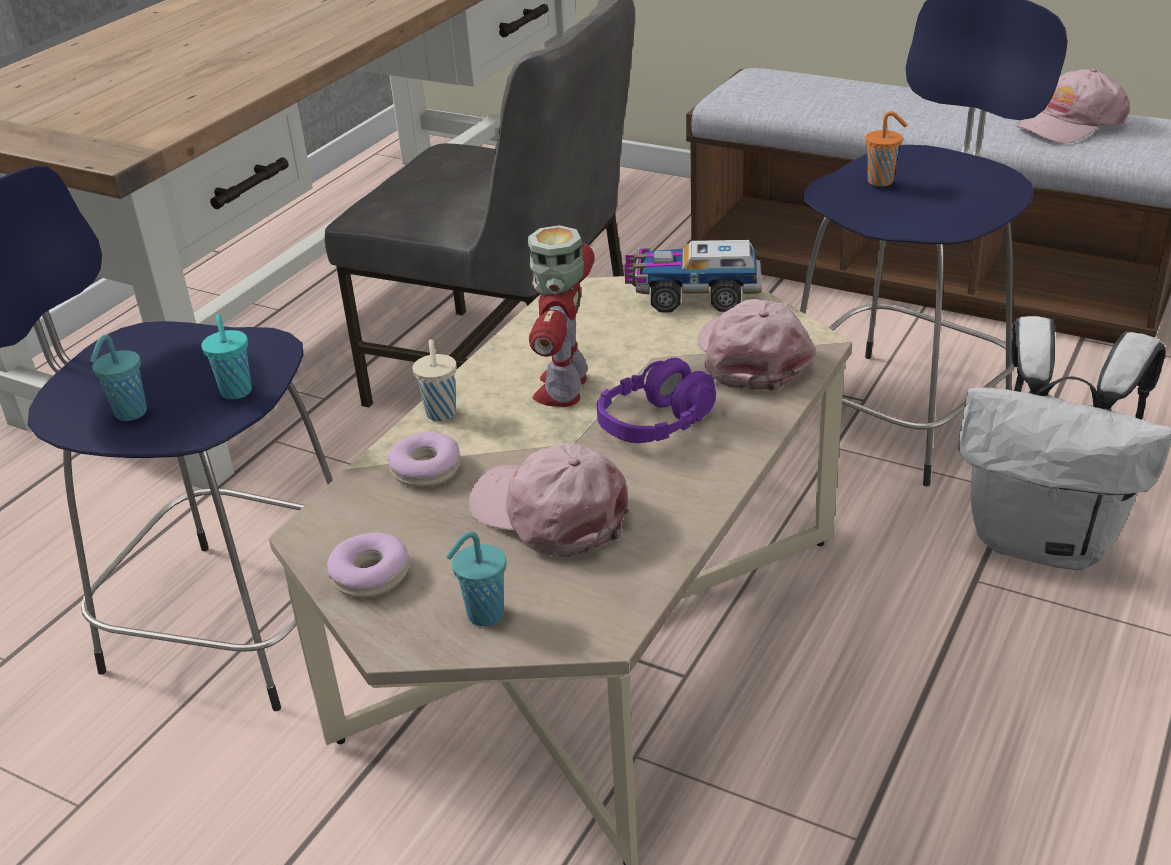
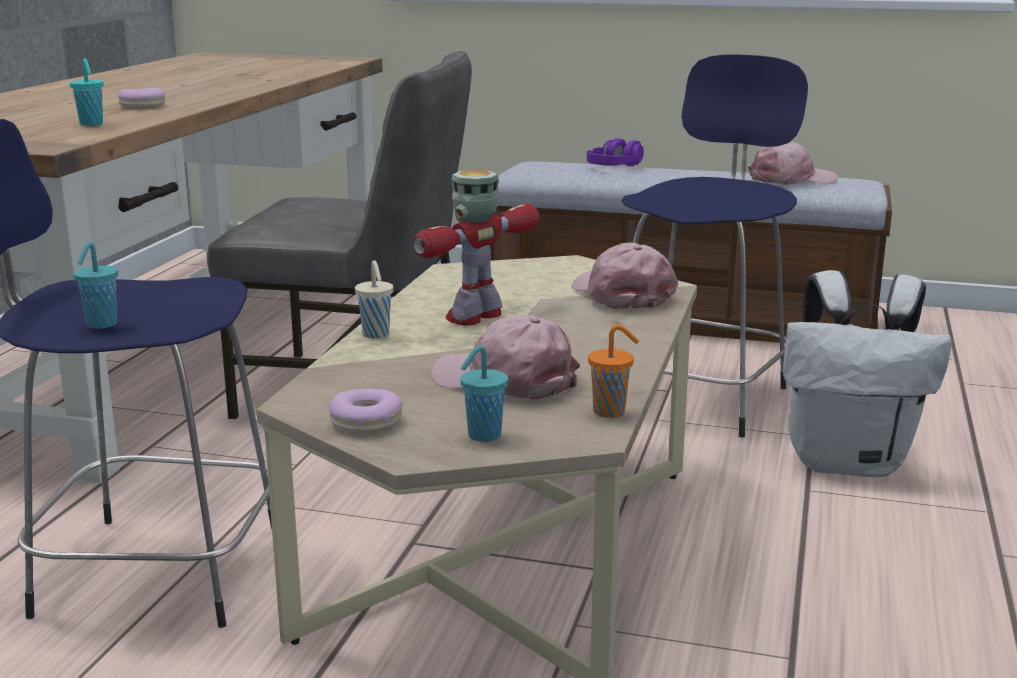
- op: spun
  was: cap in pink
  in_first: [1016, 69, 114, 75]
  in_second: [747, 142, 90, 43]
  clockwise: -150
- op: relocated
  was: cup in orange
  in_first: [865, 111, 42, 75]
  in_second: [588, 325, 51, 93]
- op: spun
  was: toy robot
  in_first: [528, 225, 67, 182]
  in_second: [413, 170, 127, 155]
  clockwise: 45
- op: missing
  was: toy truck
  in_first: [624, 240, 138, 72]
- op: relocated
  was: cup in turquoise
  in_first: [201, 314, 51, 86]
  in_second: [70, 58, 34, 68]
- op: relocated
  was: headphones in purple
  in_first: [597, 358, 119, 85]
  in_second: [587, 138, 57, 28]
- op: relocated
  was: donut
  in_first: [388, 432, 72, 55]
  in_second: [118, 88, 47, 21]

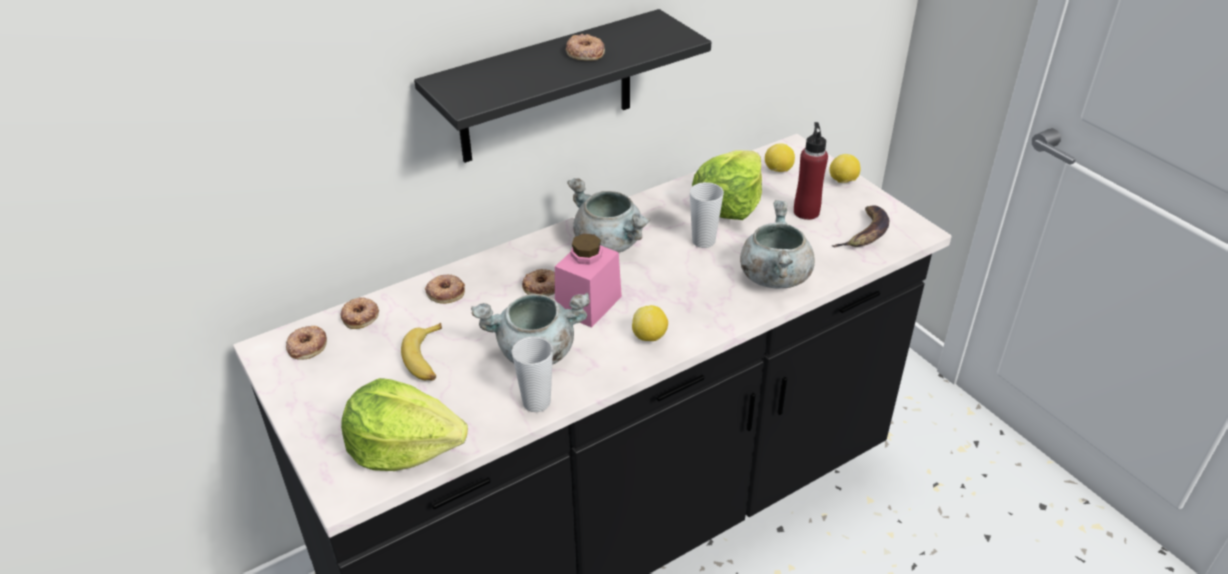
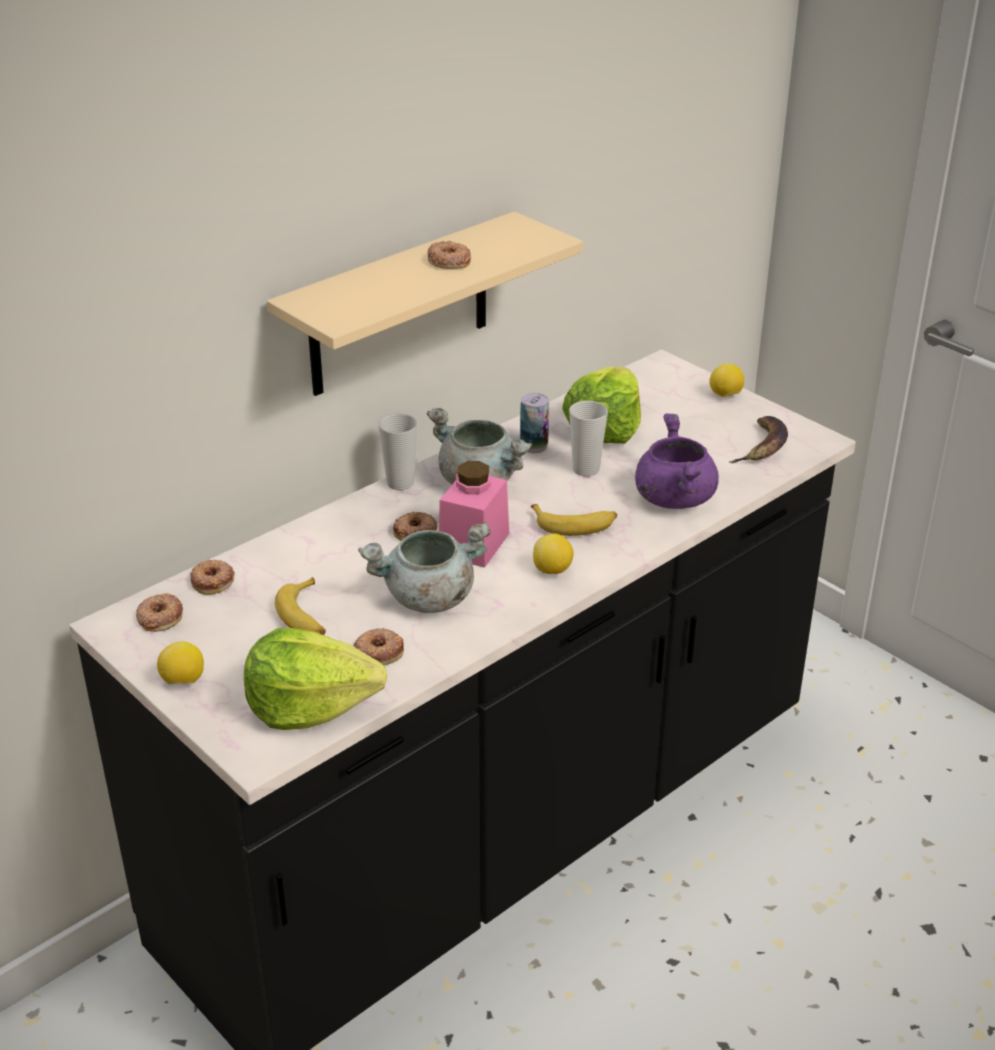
- op: colour
  was: shelf in black
  now: shelf in beige
  in_first: [414, 9, 297, 154]
  in_second: [267, 212, 316, 184]
- op: missing
  was: bottle in red
  in_first: [794, 122, 34, 98]
- op: relocated
  was: lemon
  in_first: [765, 143, 30, 29]
  in_second: [157, 641, 47, 44]
- op: colour
  was: cooking pot in grey
  now: cooking pot in purple
  in_first: [740, 200, 75, 89]
  in_second: [635, 413, 84, 96]
- op: relocated
  was: donut
  in_first: [425, 274, 40, 30]
  in_second: [353, 628, 51, 37]
- op: relocated
  was: cup
  in_first: [511, 336, 42, 76]
  in_second: [378, 413, 39, 77]
- op: appeared
  now: can
  in_second: [520, 393, 29, 60]
- op: appeared
  now: banana
  in_second: [531, 504, 86, 32]

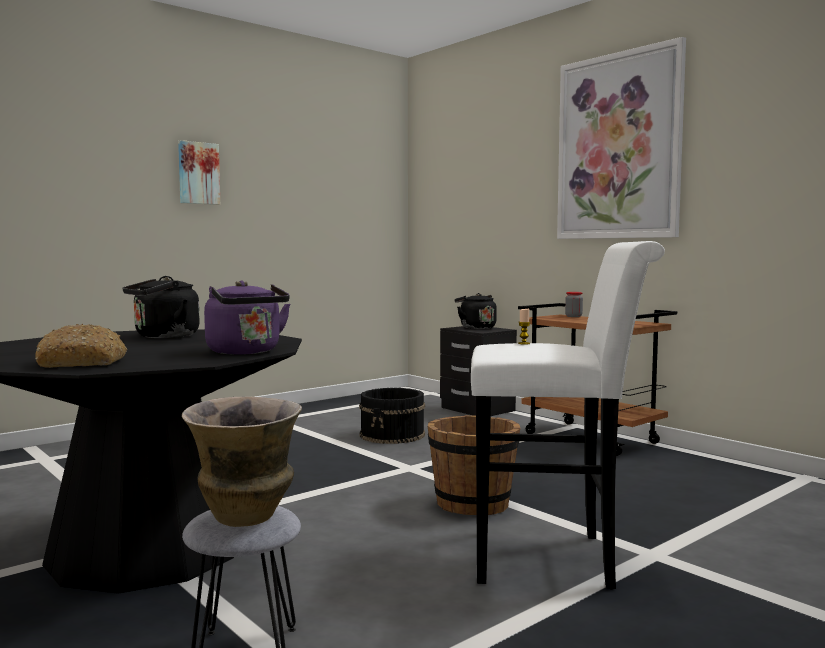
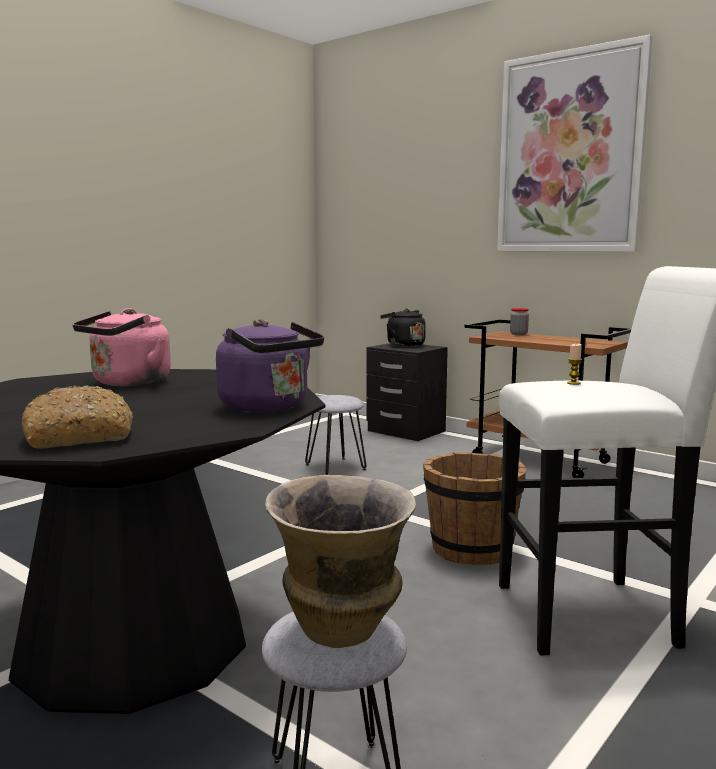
- op: missing
  was: picture
  in_first: [178, 140, 42, 65]
- op: colour
  was: kettle in black
  now: kettle in pink
  in_first: [122, 276, 78, 62]
  in_second: [73, 308, 98, 79]
- op: exchanged
  was: bucket in black
  now: stool in grey
  in_first: [359, 388, 66, 56]
  in_second: [305, 395, 62, 80]

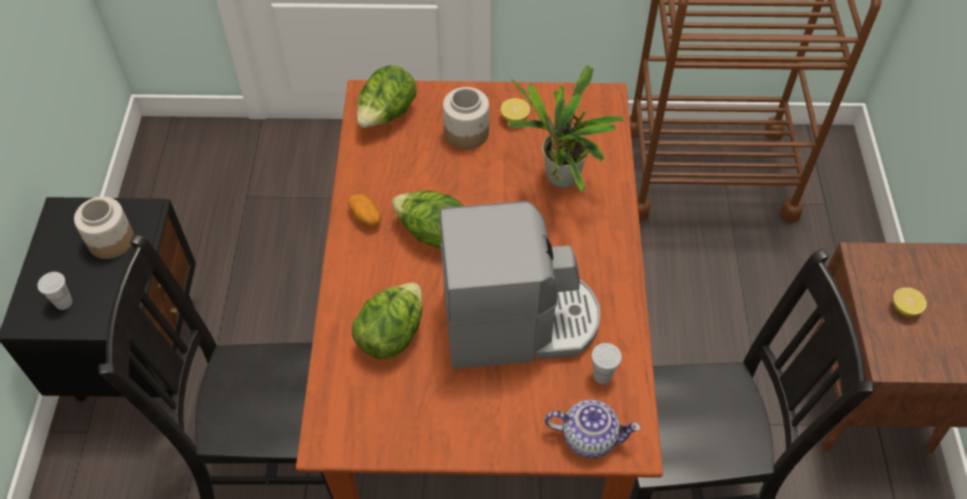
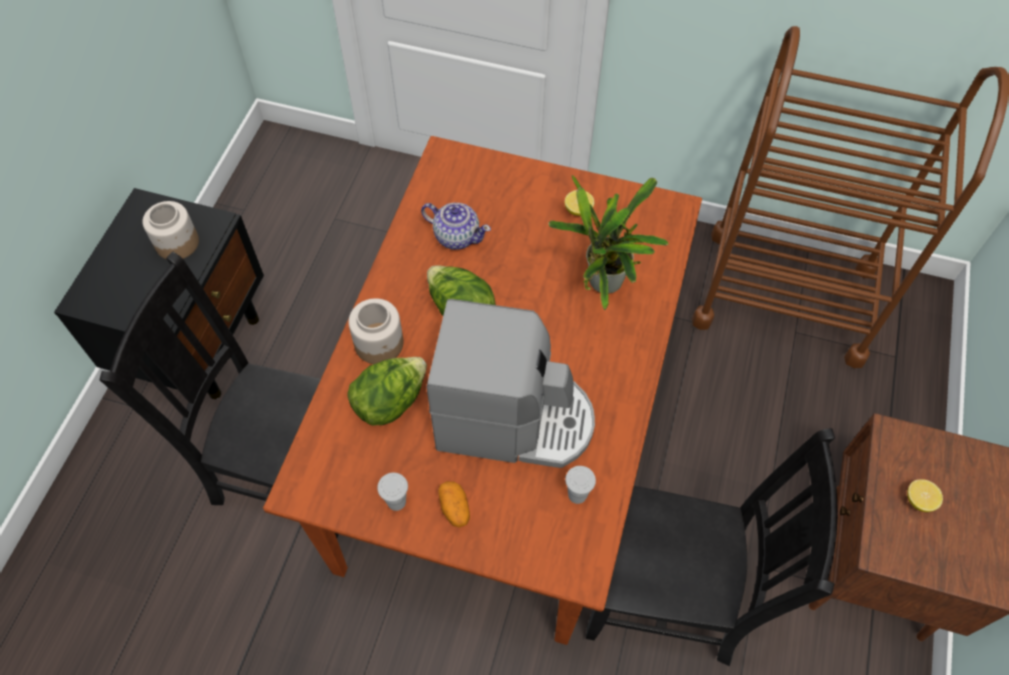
- op: missing
  was: lettuce
  in_first: [357, 65, 60, 63]
- op: relocated
  was: jar
  in_first: [443, 87, 46, 62]
  in_second: [348, 298, 56, 66]
- op: relocated
  was: potato
  in_first: [348, 194, 33, 34]
  in_second: [438, 481, 32, 47]
- op: relocated
  was: cup in white
  in_first: [37, 272, 35, 38]
  in_second: [377, 473, 31, 38]
- op: relocated
  was: teapot
  in_first: [545, 400, 96, 58]
  in_second: [421, 203, 70, 47]

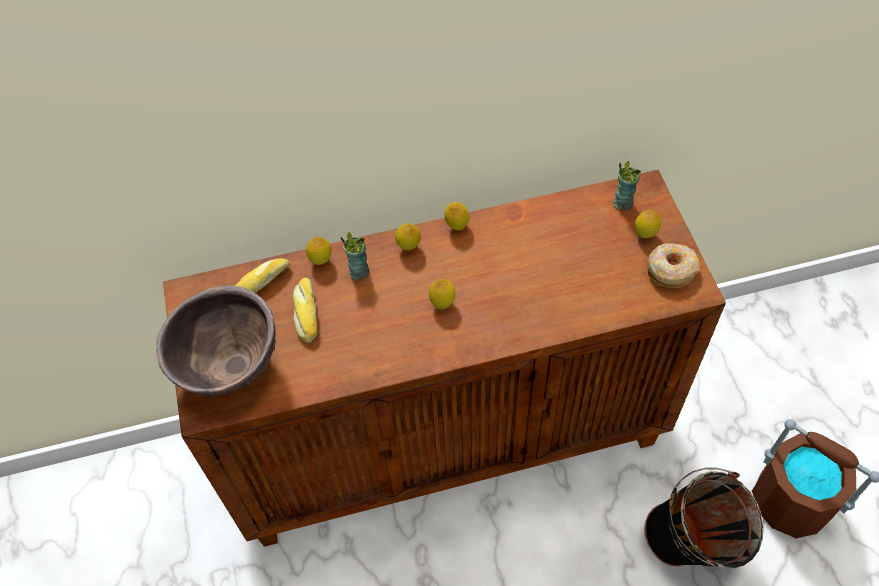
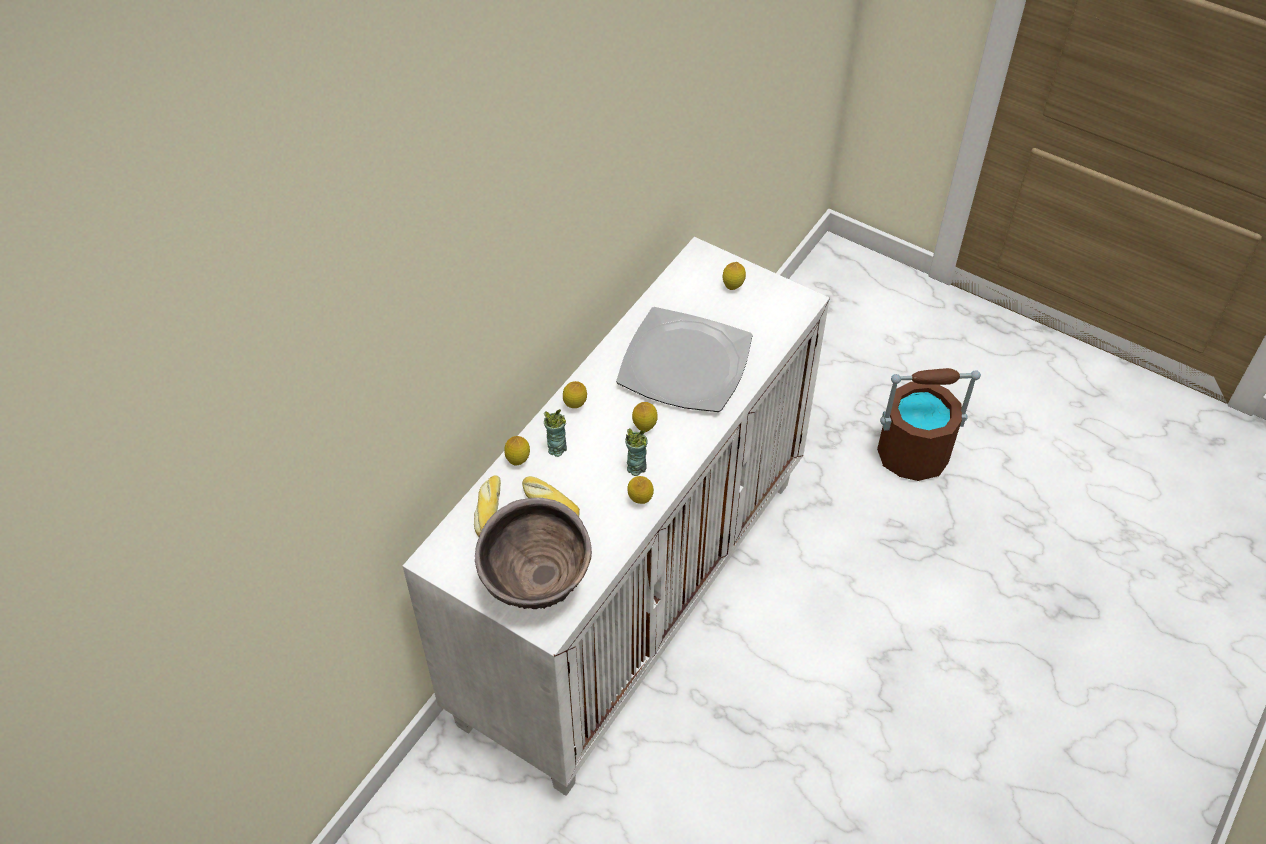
- op: relocated
  was: cup
  in_first: [613, 161, 28, 49]
  in_second: [625, 428, 23, 48]
- op: colour
  was: cabinet in brown
  now: cabinet in white
  in_first: [163, 170, 563, 377]
  in_second: [403, 237, 427, 559]
- op: relocated
  was: lemon
  in_first: [444, 202, 25, 29]
  in_second: [627, 476, 27, 28]
- op: missing
  was: donut
  in_first: [647, 243, 53, 45]
- op: missing
  was: bucket in black
  in_first: [644, 468, 120, 100]
- op: appeared
  now: plate
  in_second: [616, 307, 136, 105]

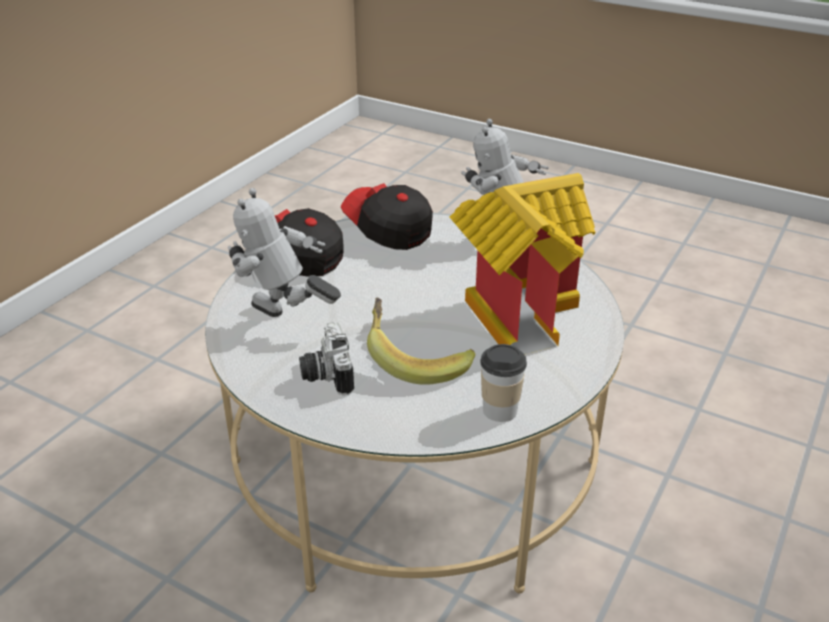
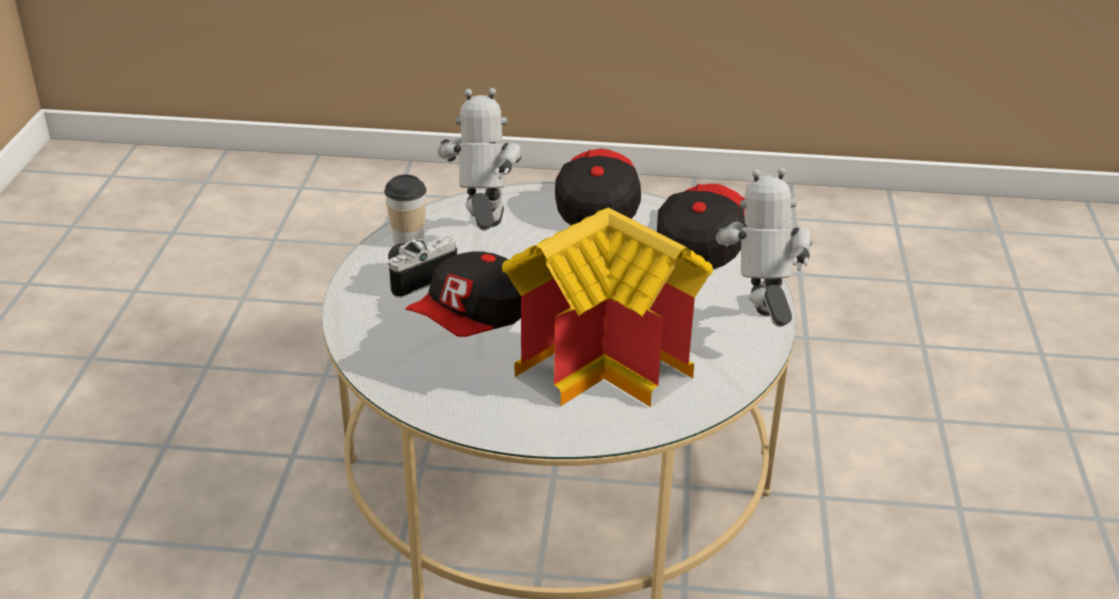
- op: exchanged
  was: banana
  now: cap
  in_first: [367, 298, 108, 87]
  in_second: [406, 251, 115, 86]
- op: relocated
  was: cup
  in_first: [480, 344, 47, 78]
  in_second: [384, 175, 43, 70]

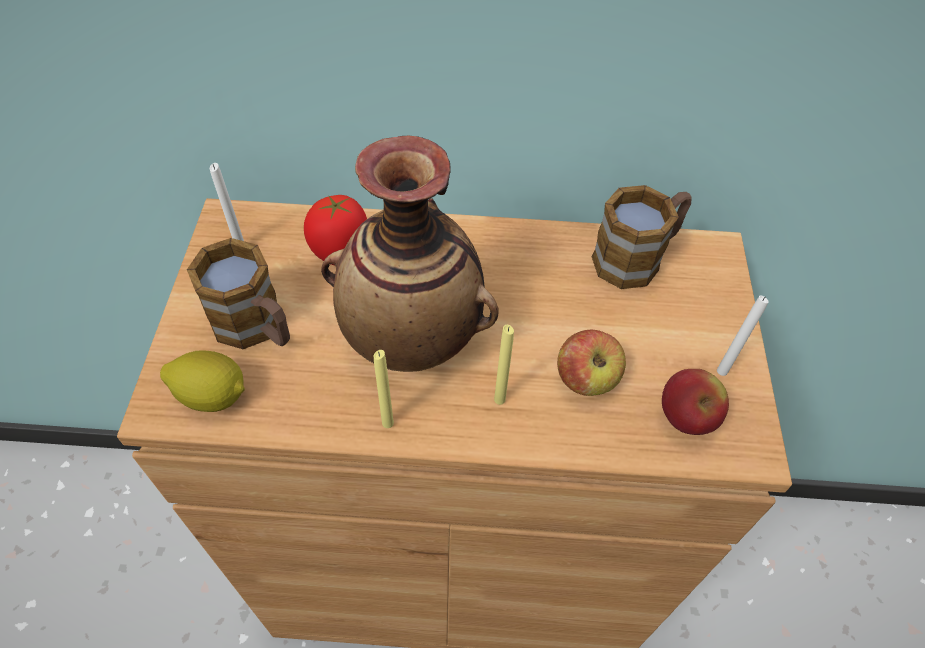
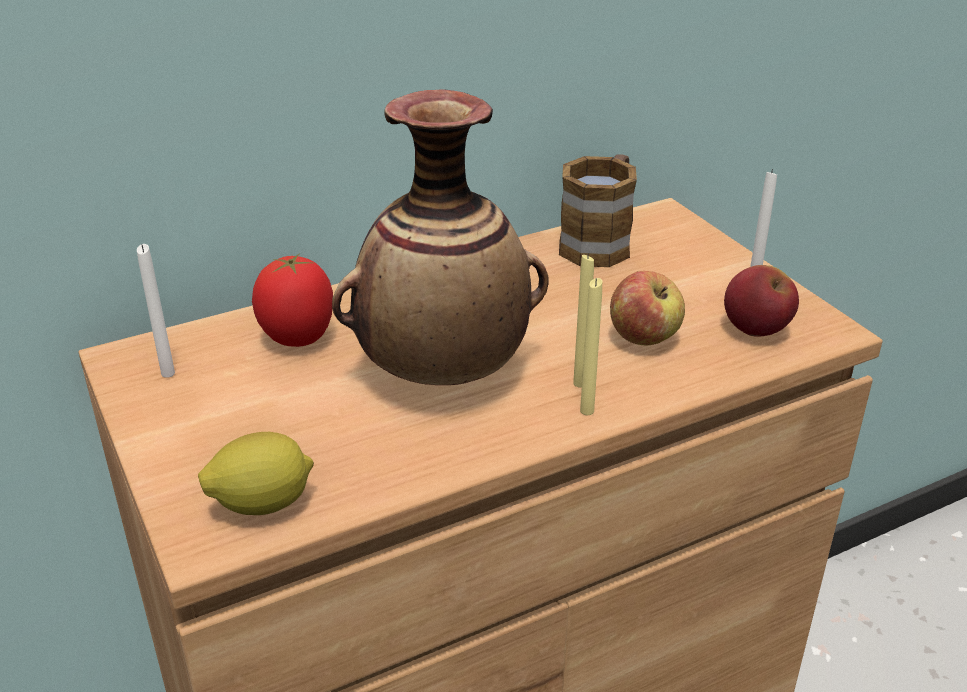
- op: missing
  was: mug
  in_first: [187, 238, 103, 111]
- op: relocated
  was: candle in yellow
  in_first: [374, 350, 20, 78]
  in_second: [580, 278, 22, 137]

